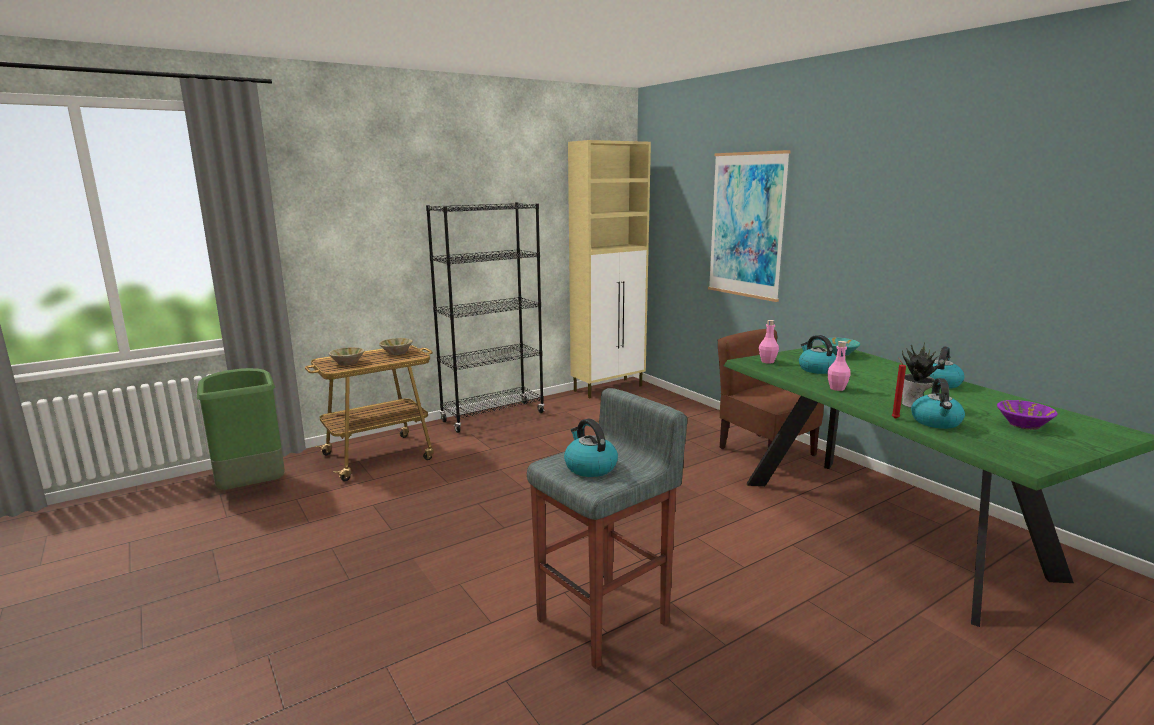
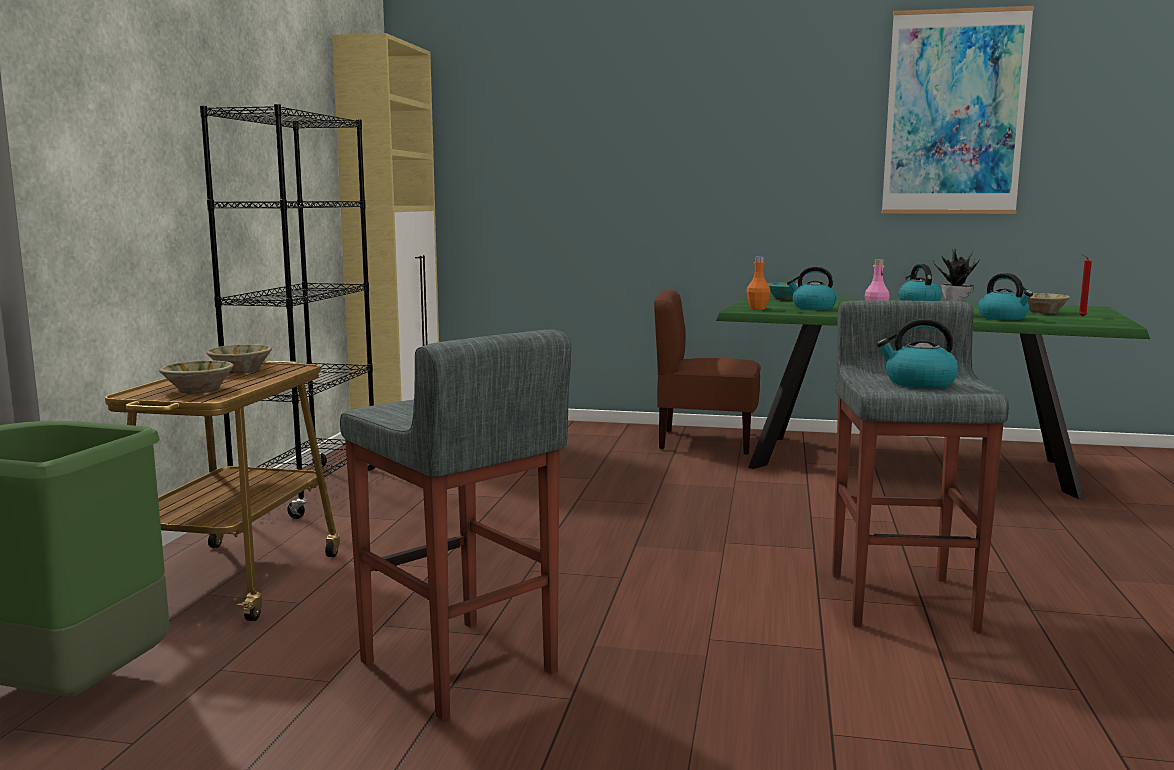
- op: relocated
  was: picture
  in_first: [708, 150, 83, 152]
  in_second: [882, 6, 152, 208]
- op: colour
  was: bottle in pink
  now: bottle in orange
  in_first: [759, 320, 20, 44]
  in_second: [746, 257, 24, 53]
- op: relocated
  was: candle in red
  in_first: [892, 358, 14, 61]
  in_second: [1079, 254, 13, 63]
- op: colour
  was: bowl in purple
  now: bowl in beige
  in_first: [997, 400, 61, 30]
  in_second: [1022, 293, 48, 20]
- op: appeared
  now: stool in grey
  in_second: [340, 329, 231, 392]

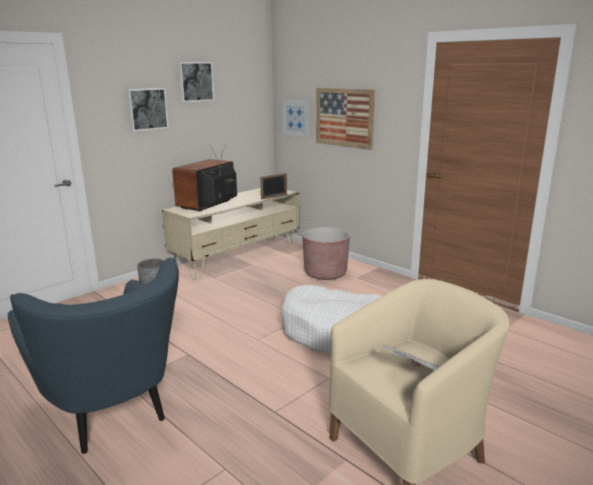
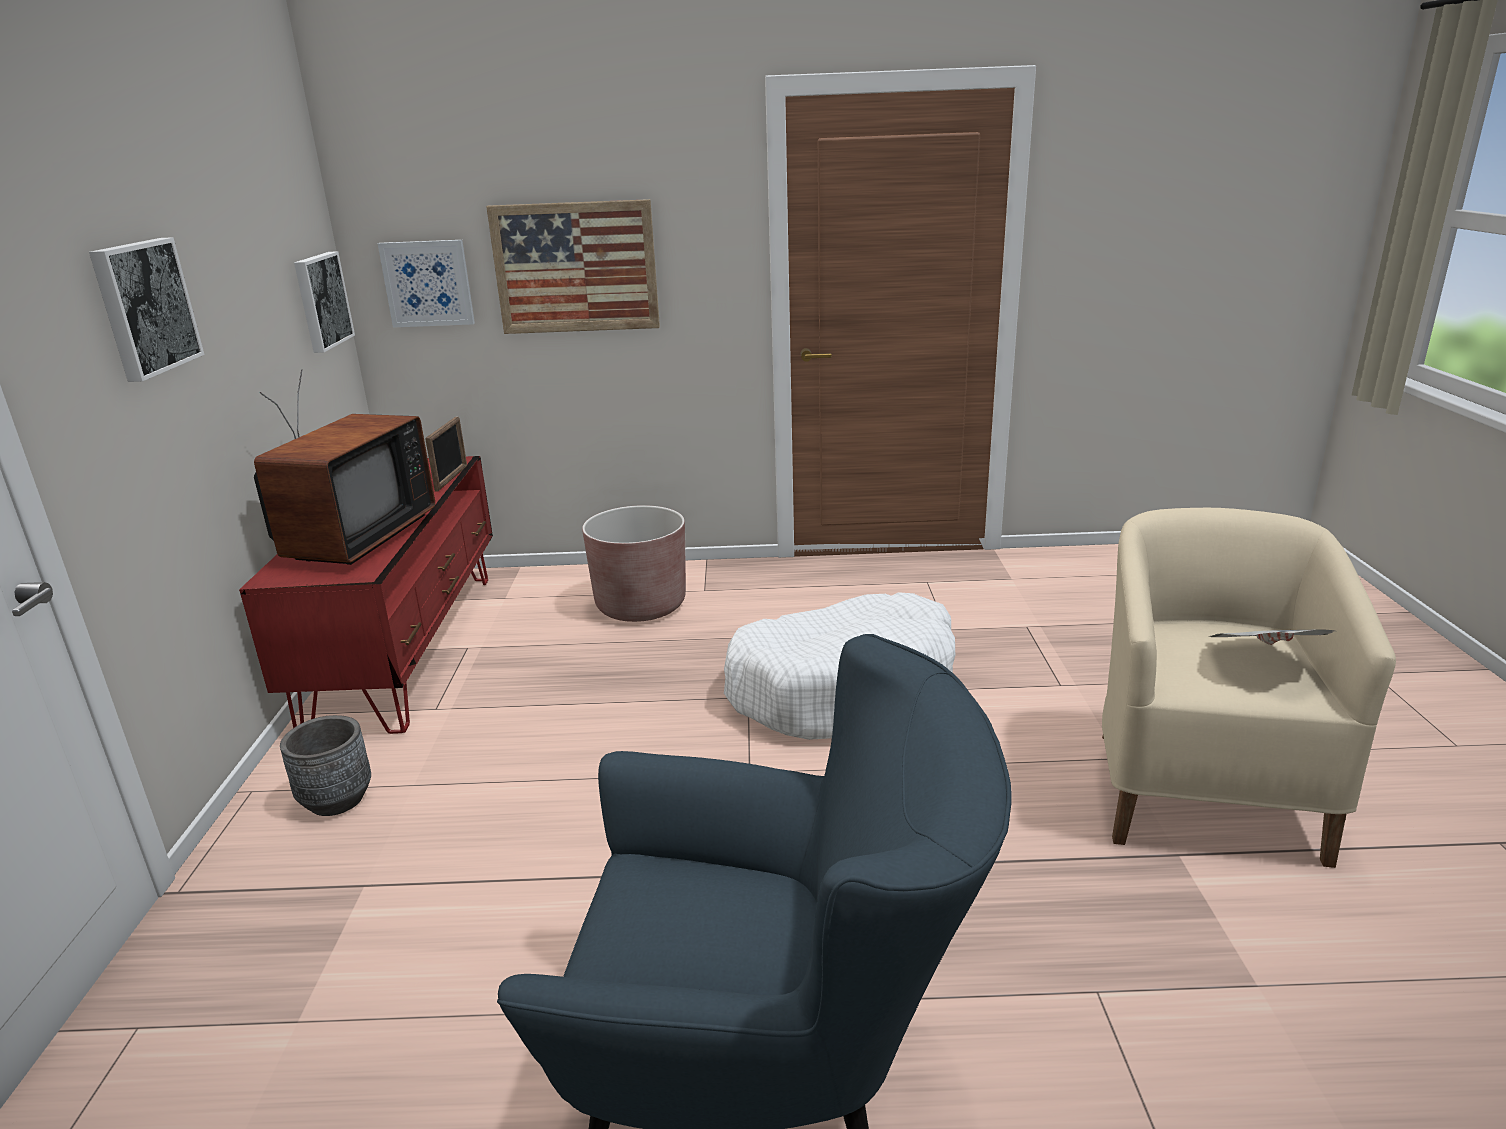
- op: relocated
  was: picture
  in_first: [178, 62, 36, 40]
  in_second: [294, 251, 61, 102]
- op: spun
  was: television
  in_first: [172, 146, 65, 66]
  in_second: [254, 369, 181, 196]
  clockwise: -150
- op: colour
  was: tv stand in beige
  now: tv stand in red
  in_first: [162, 188, 137, 92]
  in_second: [239, 456, 254, 278]

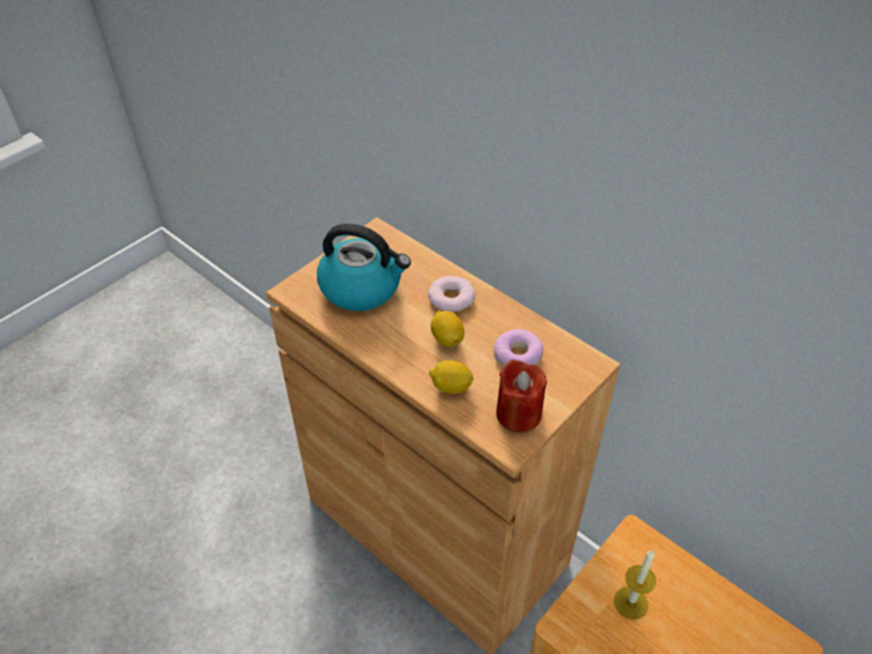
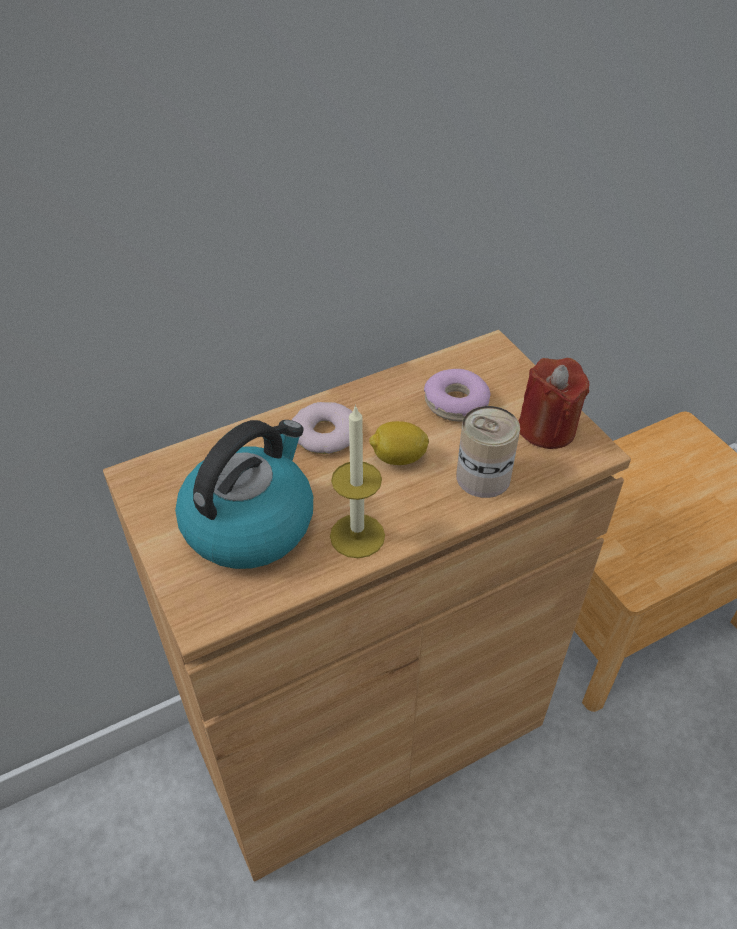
- op: exchanged
  was: lemon
  now: can
  in_first: [429, 360, 45, 34]
  in_second: [456, 406, 64, 92]
- op: relocated
  was: candle
  in_first: [614, 549, 42, 71]
  in_second: [330, 404, 55, 154]

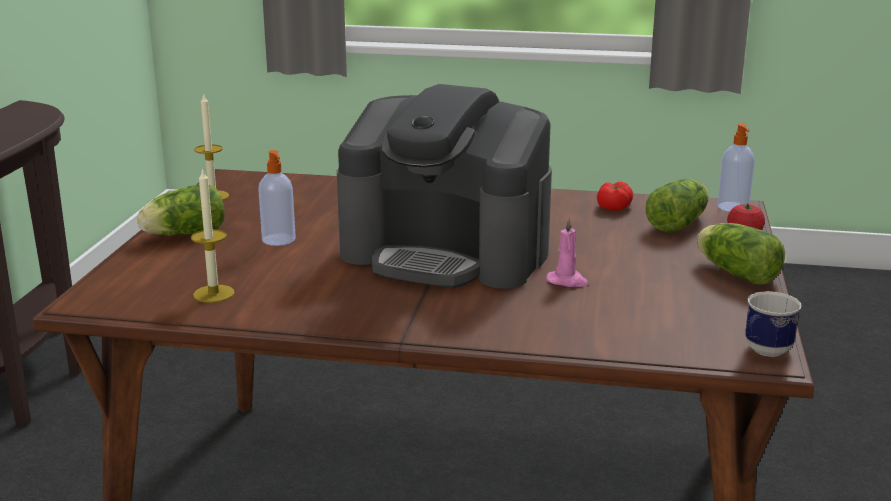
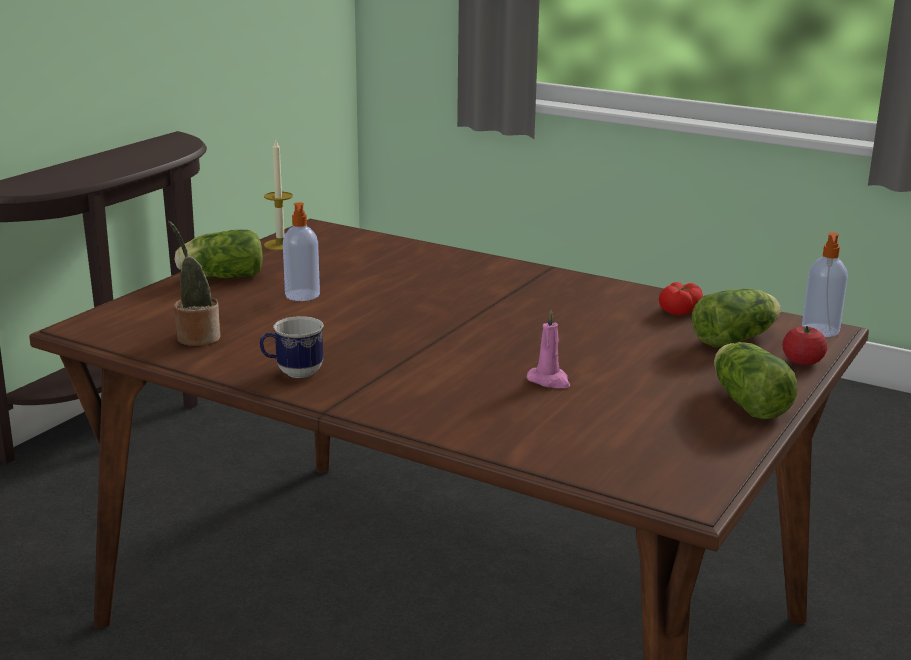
- op: missing
  was: coffee machine
  in_first: [337, 84, 215, 205]
- op: exchanged
  was: candle
  now: potted plant
  in_first: [191, 167, 44, 136]
  in_second: [168, 221, 52, 125]
- op: relocated
  was: mug
  in_first: [745, 291, 57, 66]
  in_second: [260, 316, 64, 62]

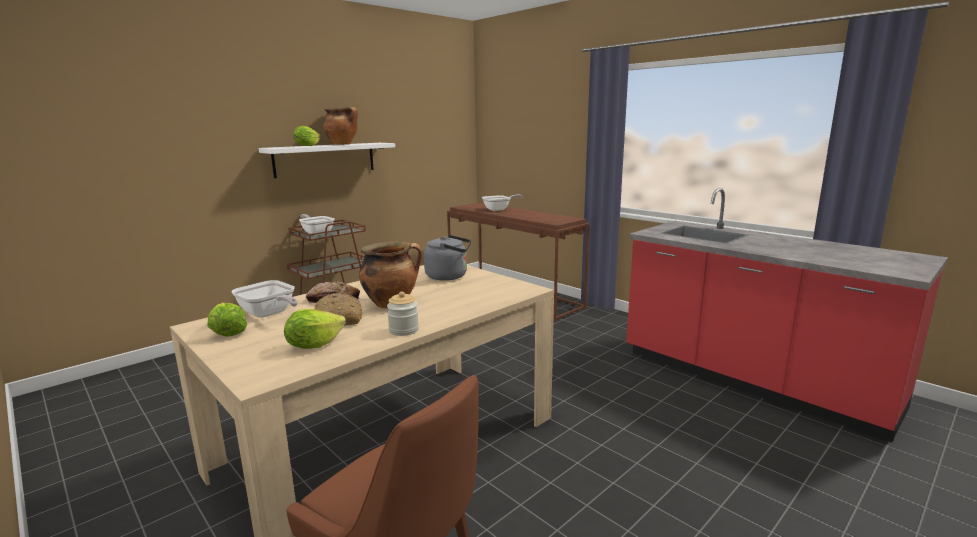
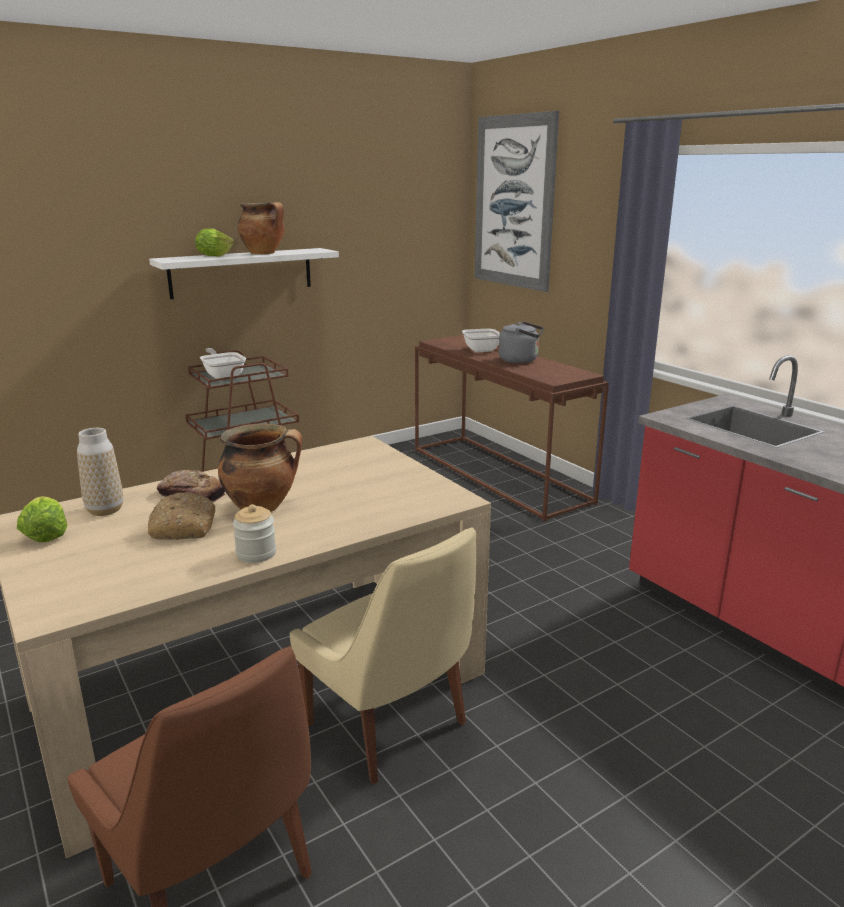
- op: relocated
  was: kettle in grey
  in_first: [424, 235, 48, 46]
  in_second: [499, 321, 45, 42]
- op: exchanged
  was: frying pan
  now: vase
  in_first: [231, 280, 67, 38]
  in_second: [77, 428, 46, 88]
- op: missing
  was: lettuce
  in_first: [284, 309, 62, 40]
- op: appeared
  now: picture
  in_second: [475, 111, 84, 181]
- op: appeared
  now: chair in beige
  in_second: [289, 527, 187, 257]

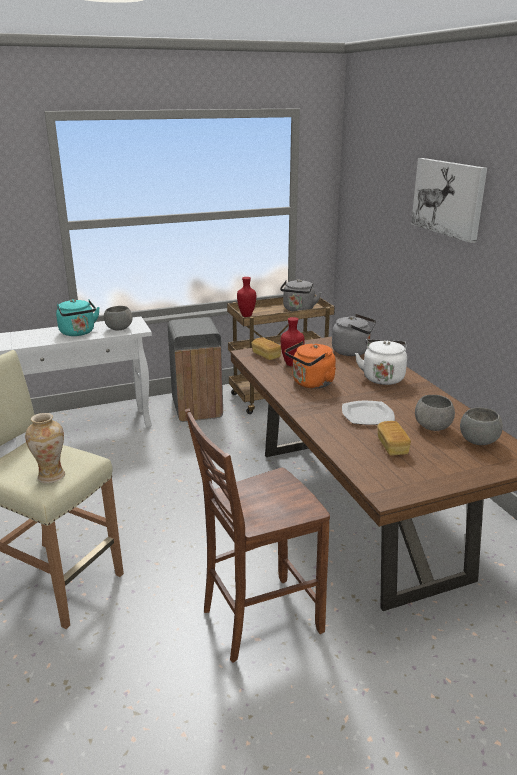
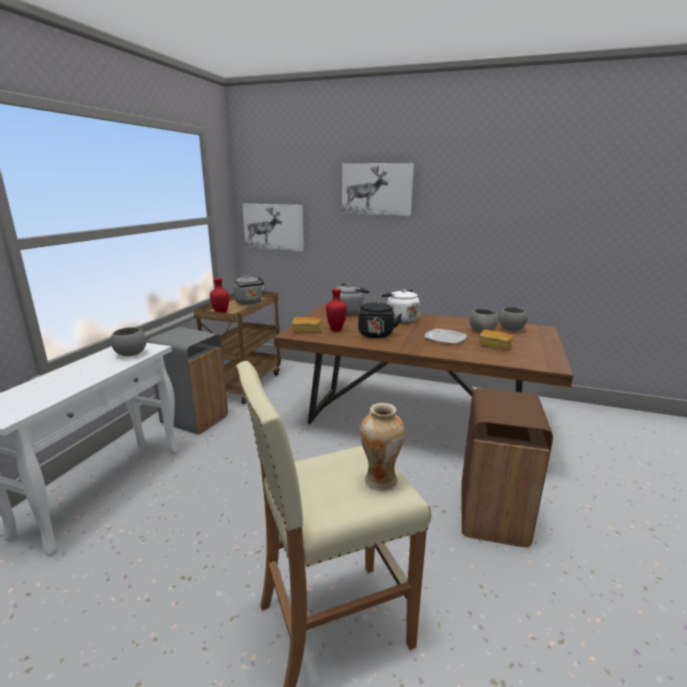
- op: missing
  was: kettle in turquoise
  in_first: [56, 299, 44, 37]
- op: colour
  was: kettle in orange
  now: kettle in black
  in_first: [285, 341, 51, 47]
  in_second: [358, 301, 44, 37]
- op: exchanged
  was: chair in brown
  now: trash can in brown
  in_first: [185, 408, 145, 255]
  in_second: [461, 388, 92, 159]
- op: appeared
  now: picture
  in_second: [242, 204, 62, 47]

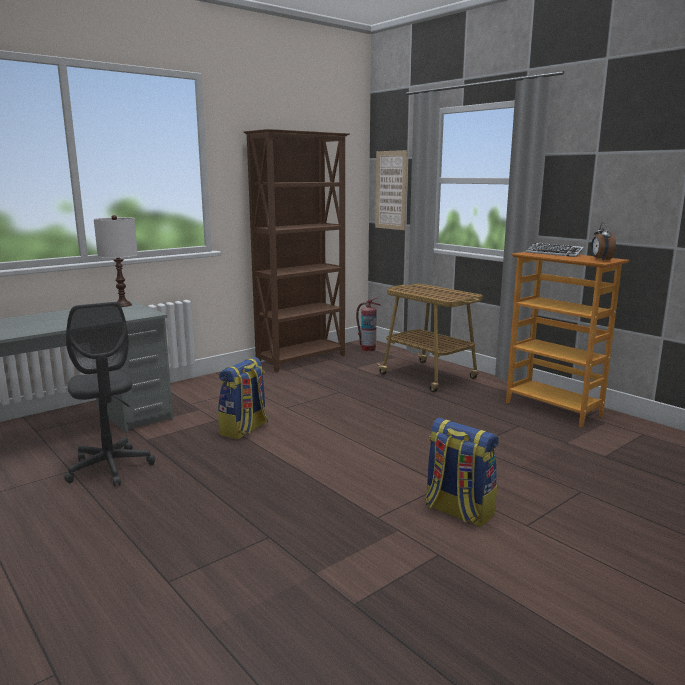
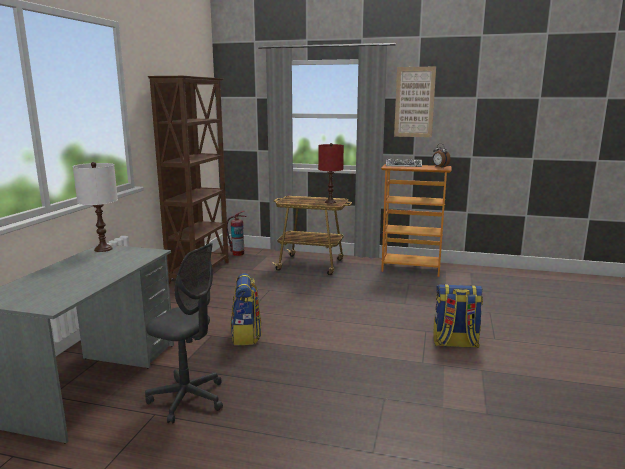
- op: relocated
  was: picture
  in_first: [375, 150, 33, 80]
  in_second: [394, 67, 42, 70]
- op: appeared
  now: table lamp in red
  in_second: [318, 143, 26, 61]

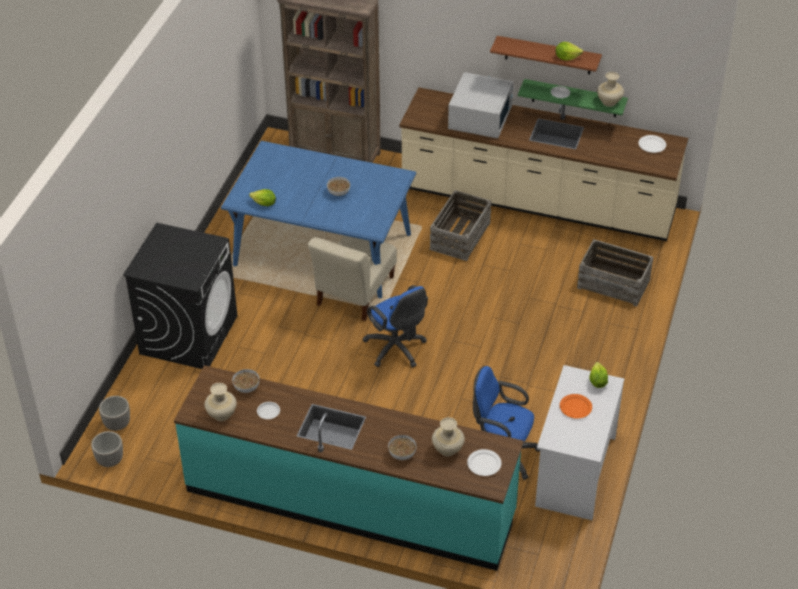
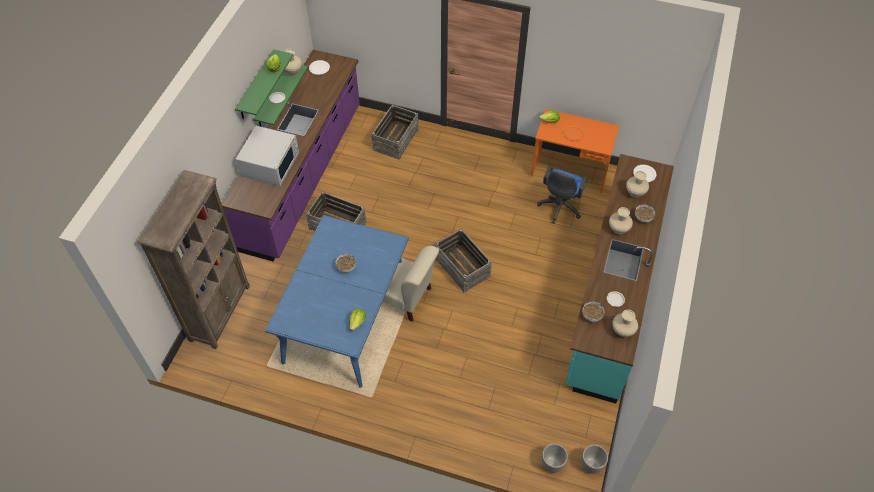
- op: colour
  was: shelf in brown
  now: shelf in green
  in_first: [490, 36, 112, 38]
  in_second: [235, 49, 58, 70]
- op: spun
  was: microwave in white
  in_first: [448, 72, 66, 66]
  in_second: [236, 126, 63, 60]
  clockwise: 90
- op: colour
  was: counter in beige
  now: counter in purple
  in_first: [400, 87, 288, 154]
  in_second: [221, 50, 139, 212]
- op: missing
  was: washing machine in black
  in_first: [123, 223, 114, 146]
- op: exchanged
  was: office chair in blue
  now: crate
  in_first: [363, 285, 65, 83]
  in_second: [435, 228, 57, 65]
- op: colour
  was: desk in white
  now: desk in orange
  in_first: [535, 365, 89, 155]
  in_second: [531, 109, 88, 84]
- op: appeared
  now: vase in beige
  in_second: [609, 207, 24, 27]

